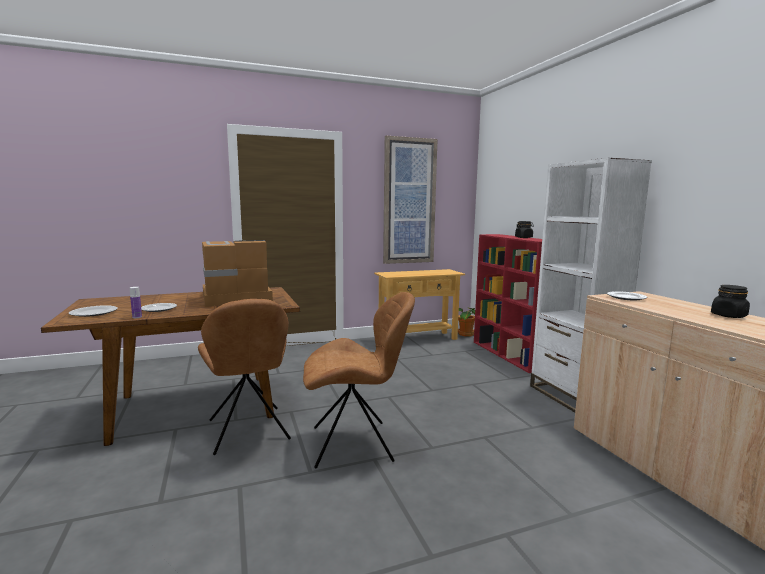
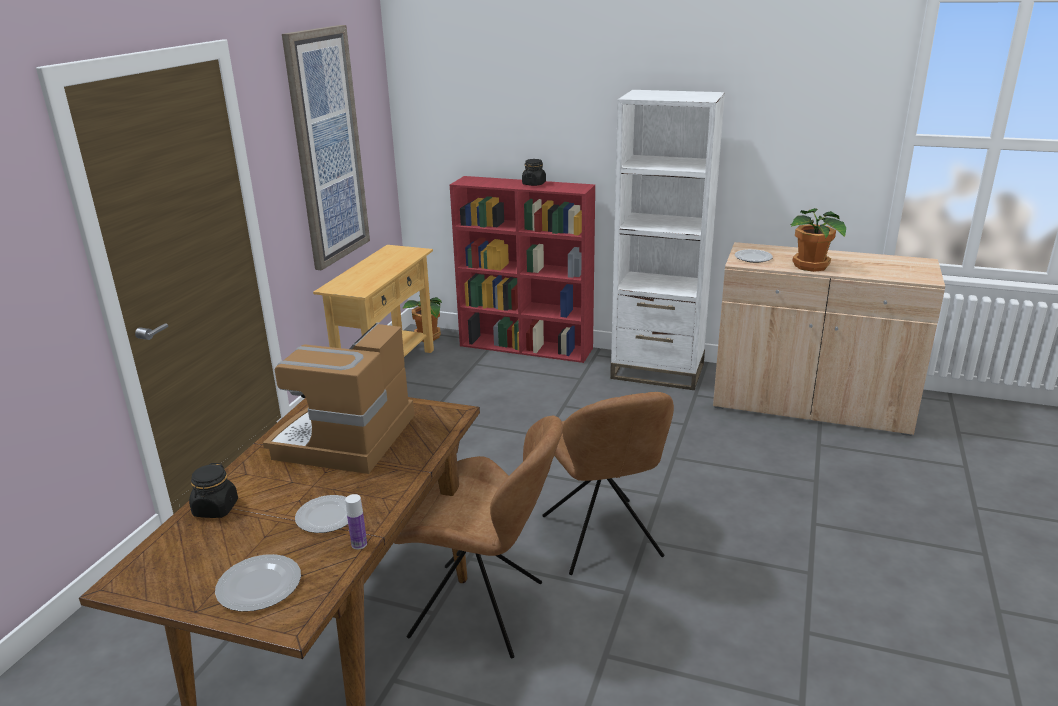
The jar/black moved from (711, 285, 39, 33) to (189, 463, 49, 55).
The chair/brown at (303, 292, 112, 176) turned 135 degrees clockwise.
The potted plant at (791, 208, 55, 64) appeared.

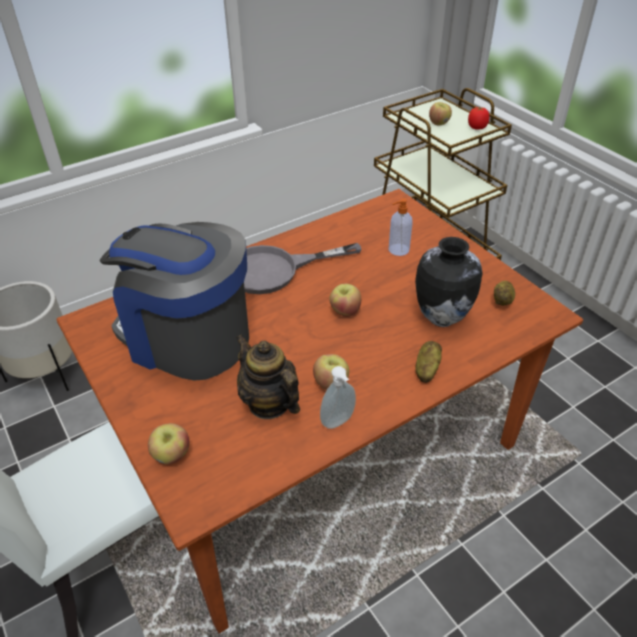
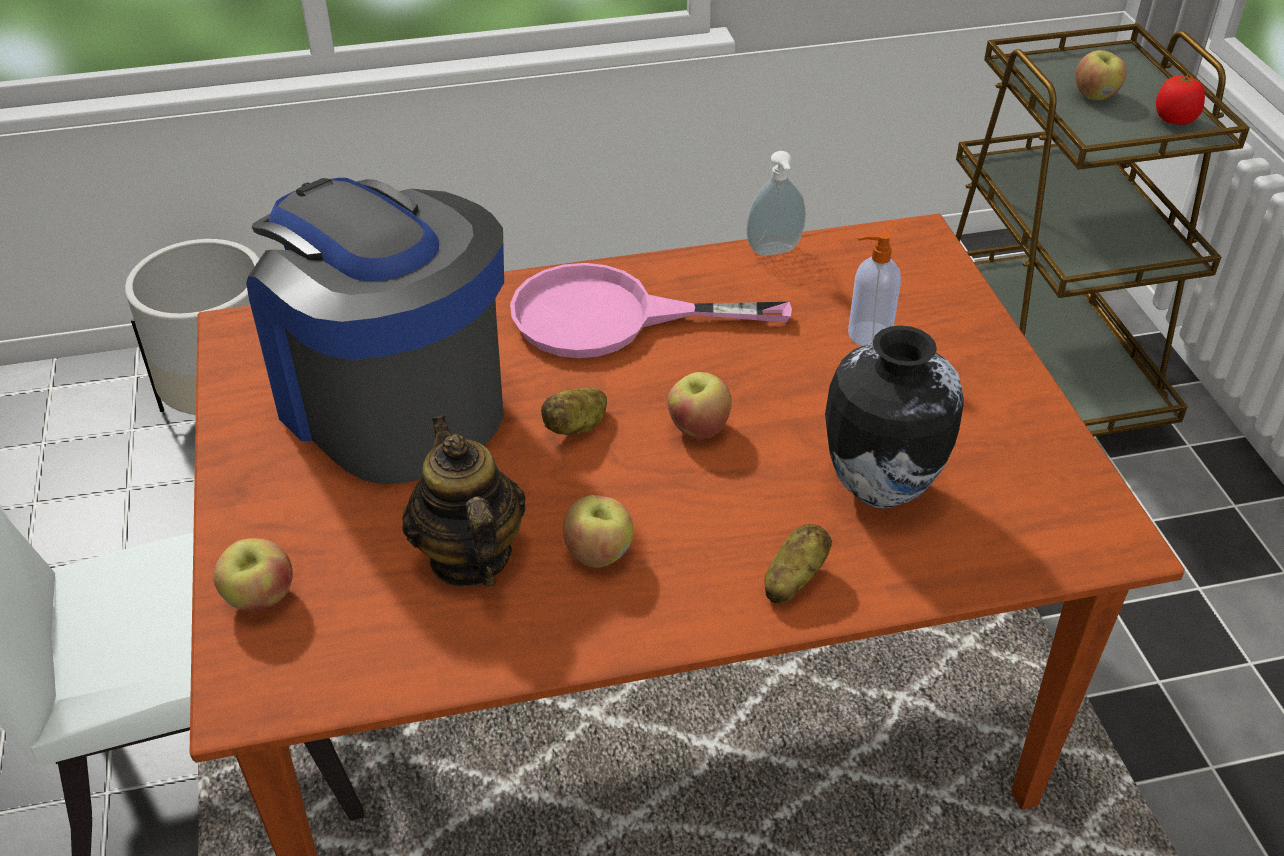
The frying pan/grey at (244, 243, 118, 51) became the frying pan/pink at (510, 263, 282, 95).
The potato moved from (494, 281, 21, 25) to (541, 388, 66, 47).
The soap dispenser moved from (320, 366, 36, 63) to (746, 151, 60, 104).

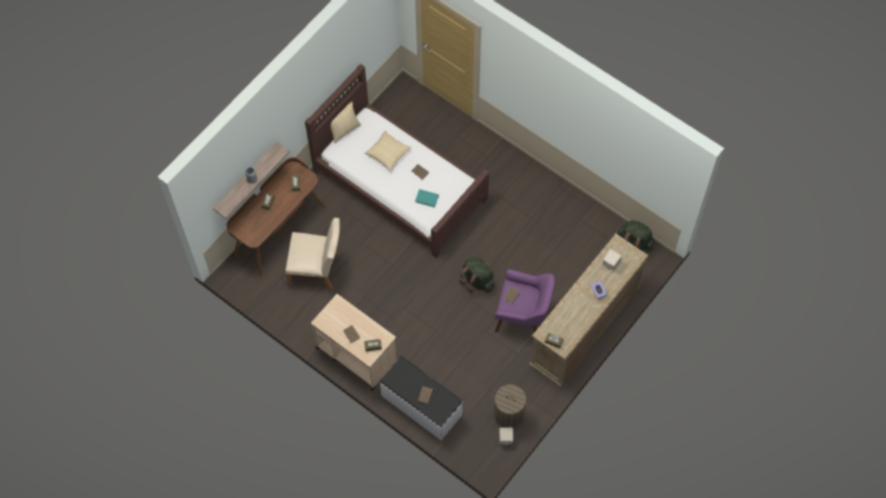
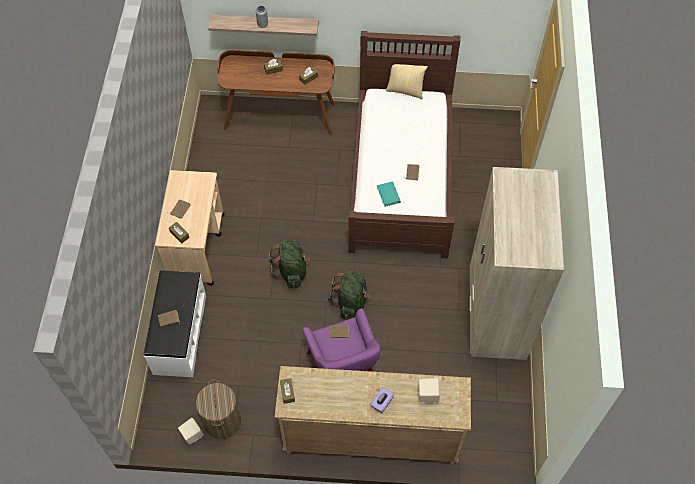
The backpack/green moved from (618, 220, 37, 32) to (269, 240, 41, 48).
The wardrobe/beige at (469, 167, 95, 193) appeared.
The chair/beige at (286, 218, 54, 72) disappeared.
The pillow at (365, 131, 46, 40) disappeared.

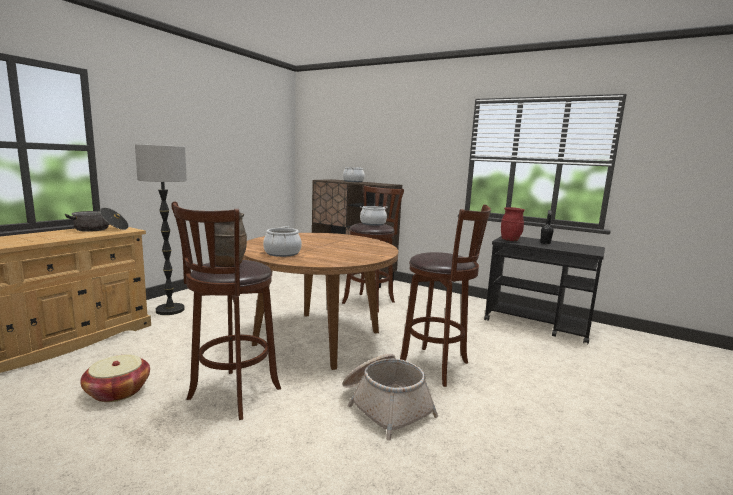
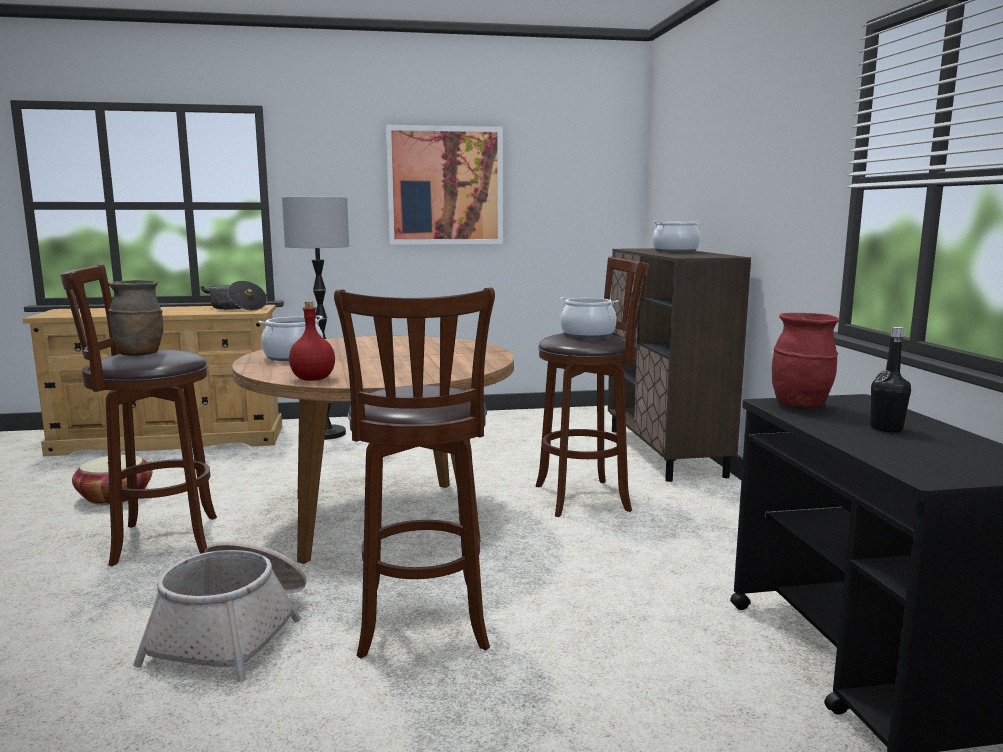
The bottle/red at (289, 301, 46, 80) appeared.
The picture at (386, 125, 117, 120) appeared.

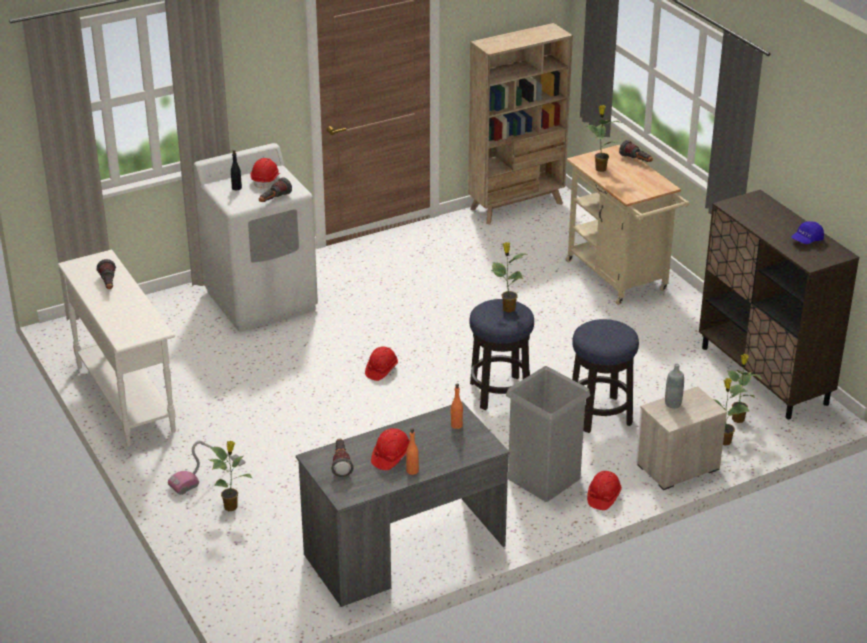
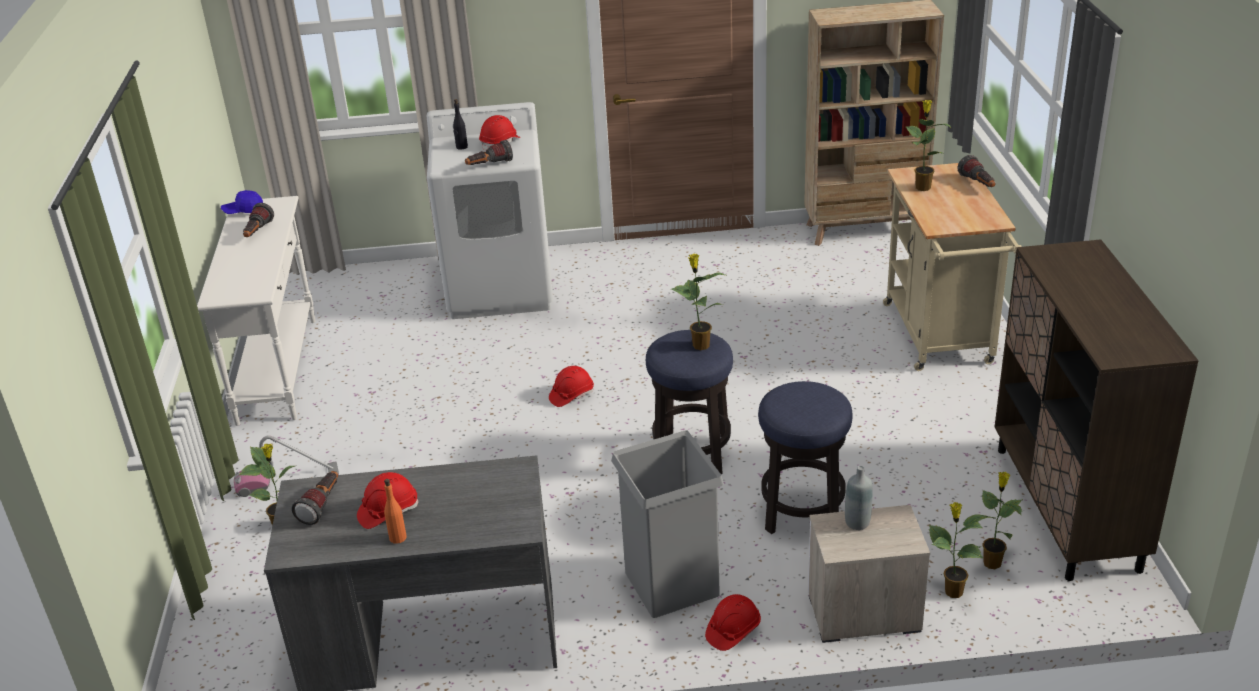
The cap/blue moved from (791, 221, 33, 23) to (221, 190, 42, 24).
The bottle/orange at (451, 383, 12, 46) disappeared.

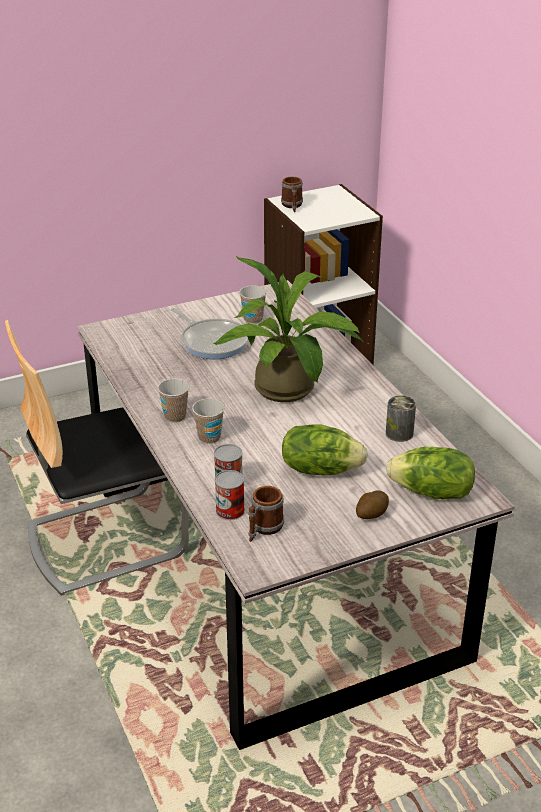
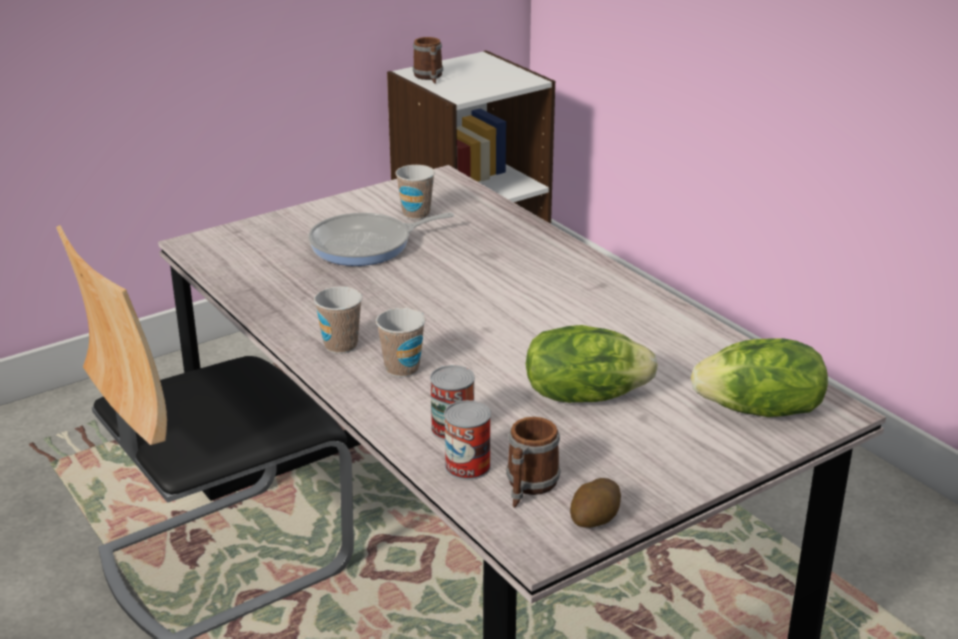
The frying pan at (171, 308, 77, 51) turned 120 degrees clockwise.
The potato moved from (356, 490, 33, 29) to (570, 478, 51, 50).
The potted plant at (213, 256, 150, 146) disappeared.
The can at (386, 396, 30, 46) disappeared.

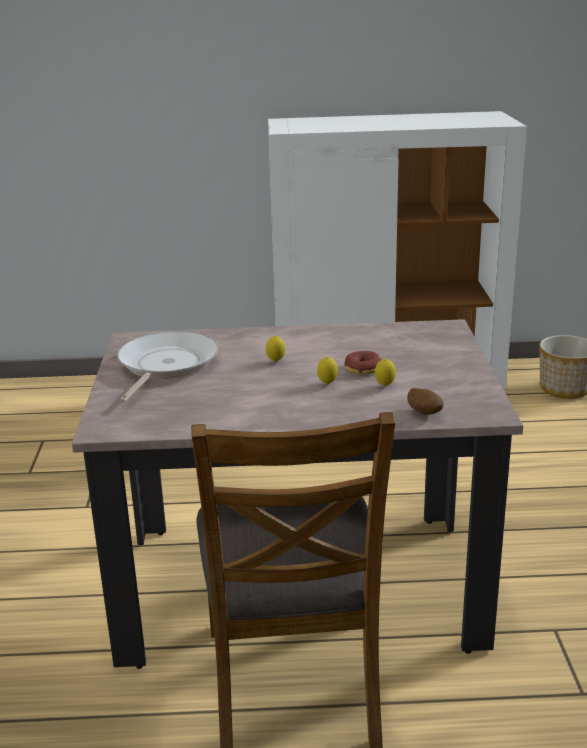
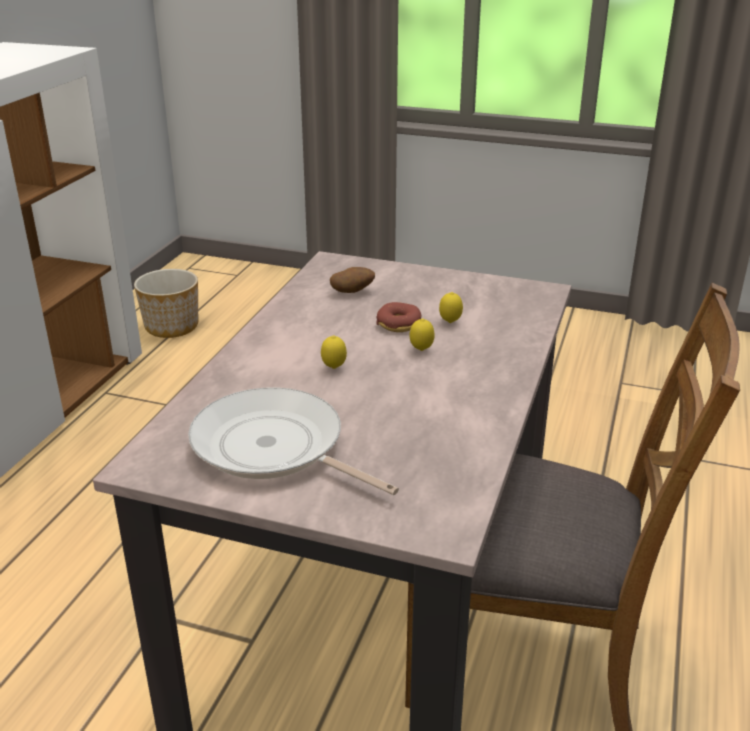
The potato moved from (407, 388, 37, 27) to (330, 267, 45, 26).

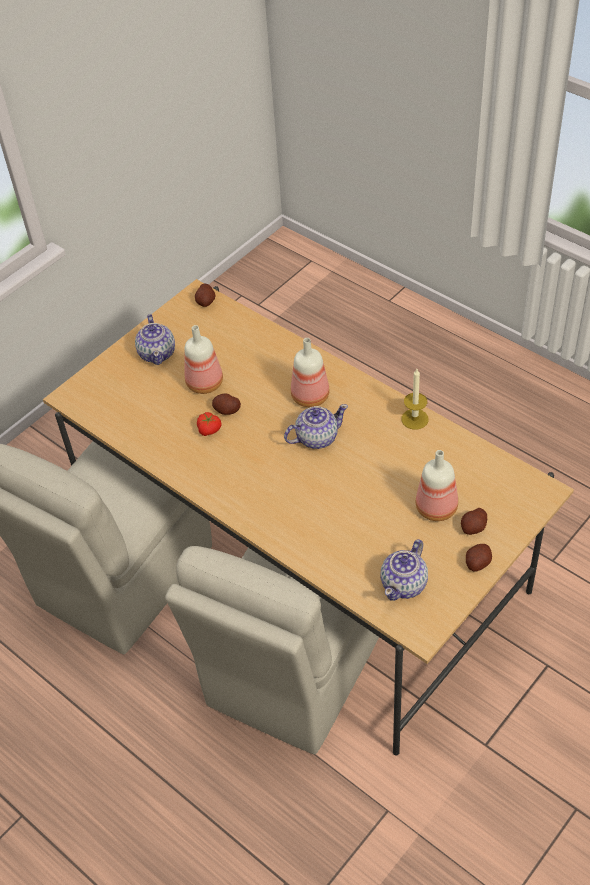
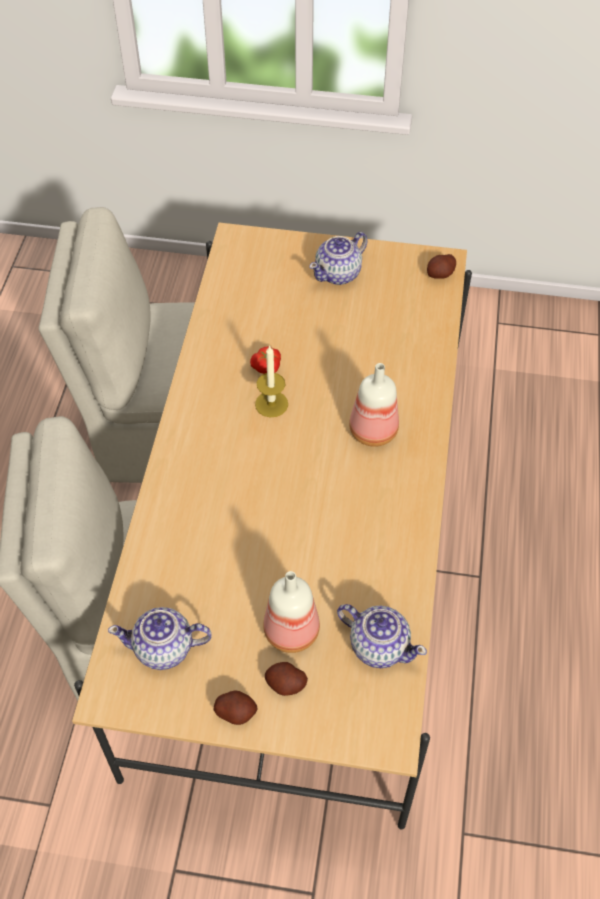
The candle moved from (401, 369, 28, 60) to (255, 345, 33, 72).
The teapot moved from (284, 404, 64, 45) to (337, 604, 90, 64).
The bottle at (184, 325, 39, 69) disappeared.
The potato at (212, 393, 29, 22) disappeared.

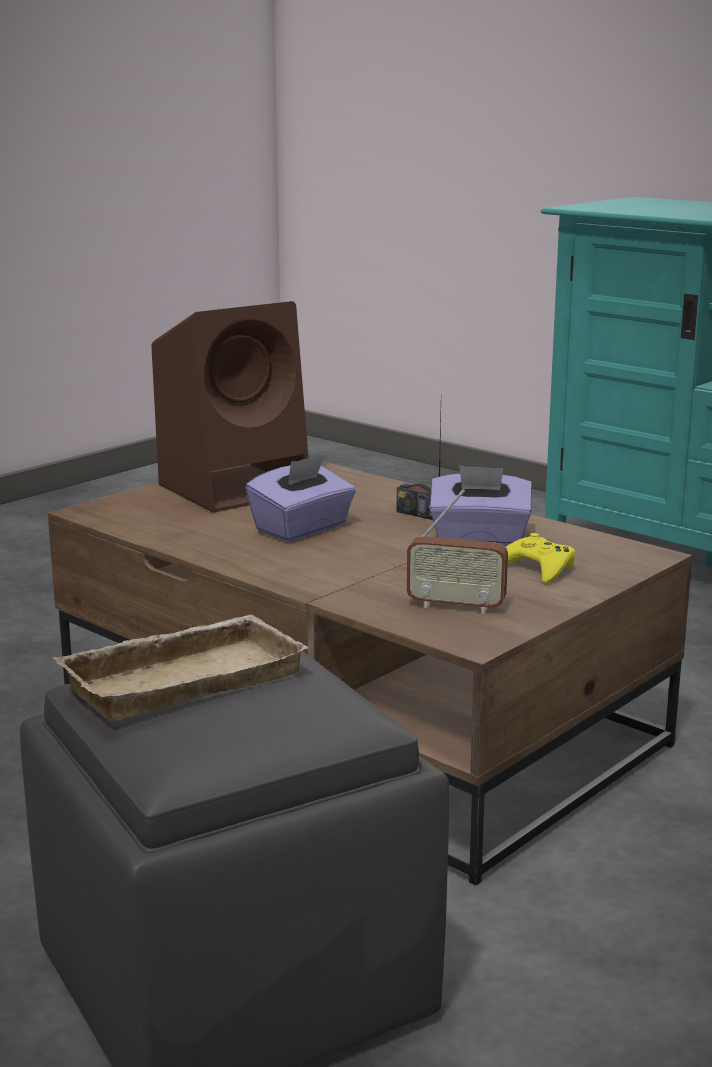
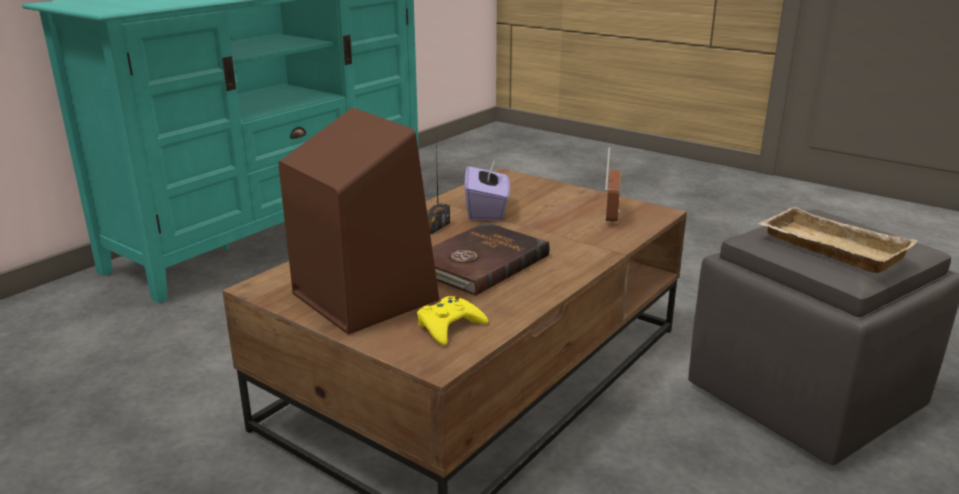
The game controller/yellow moved from (506, 533, 69, 51) to (417, 296, 71, 50).
The tissue box/purple at (245, 454, 111, 88) was replaced by the book/brown at (432, 222, 118, 74).

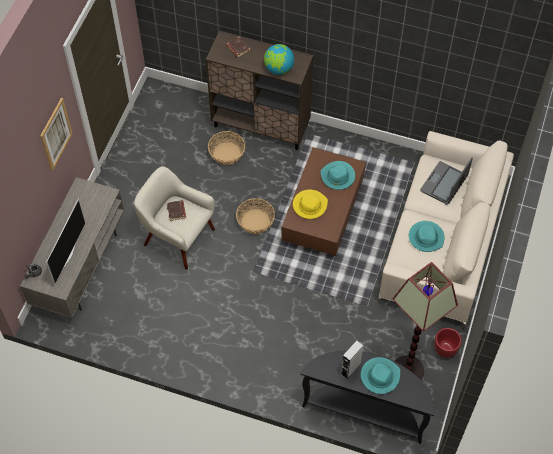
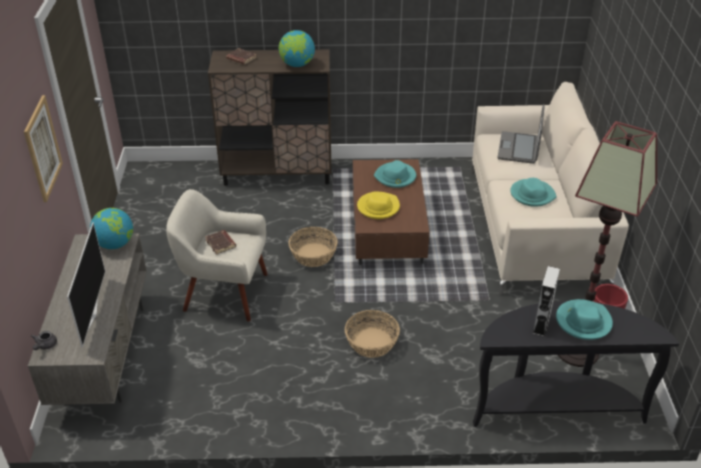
The globe at (90, 208, 43, 41) appeared.
The basket moved from (208, 131, 37, 34) to (345, 310, 55, 48).

